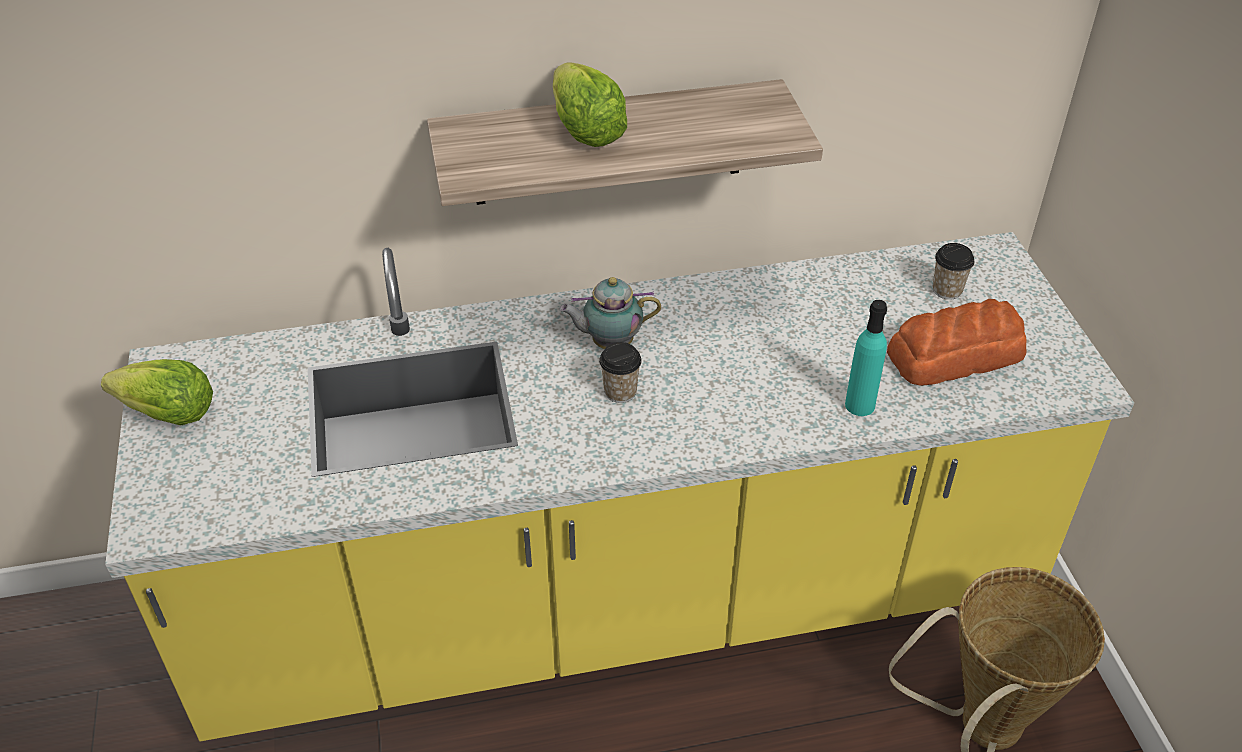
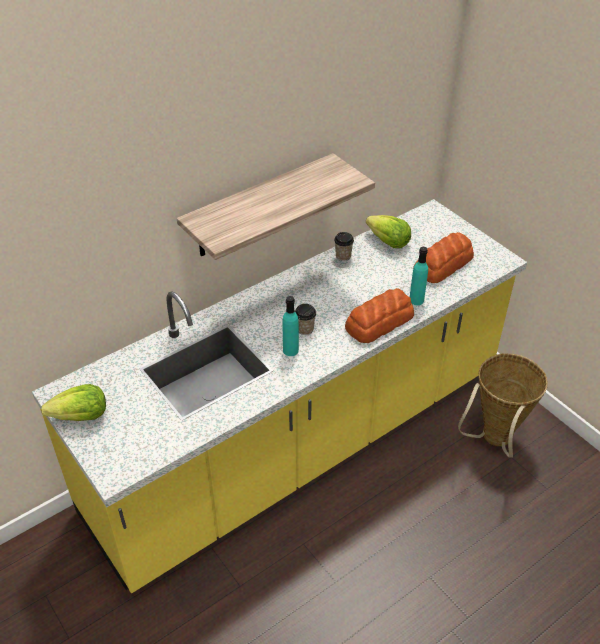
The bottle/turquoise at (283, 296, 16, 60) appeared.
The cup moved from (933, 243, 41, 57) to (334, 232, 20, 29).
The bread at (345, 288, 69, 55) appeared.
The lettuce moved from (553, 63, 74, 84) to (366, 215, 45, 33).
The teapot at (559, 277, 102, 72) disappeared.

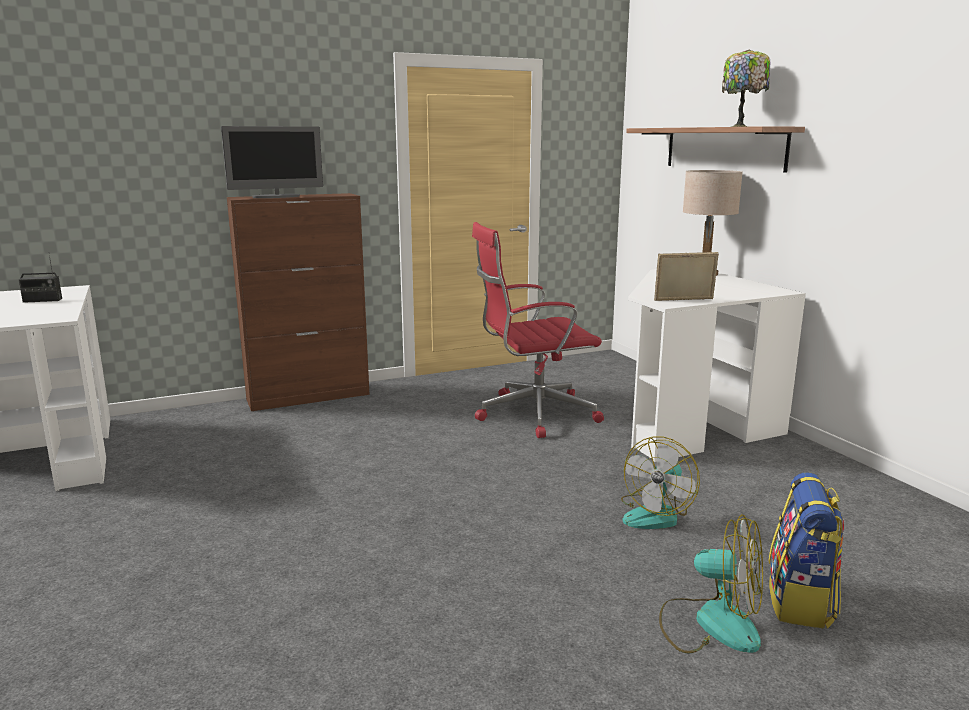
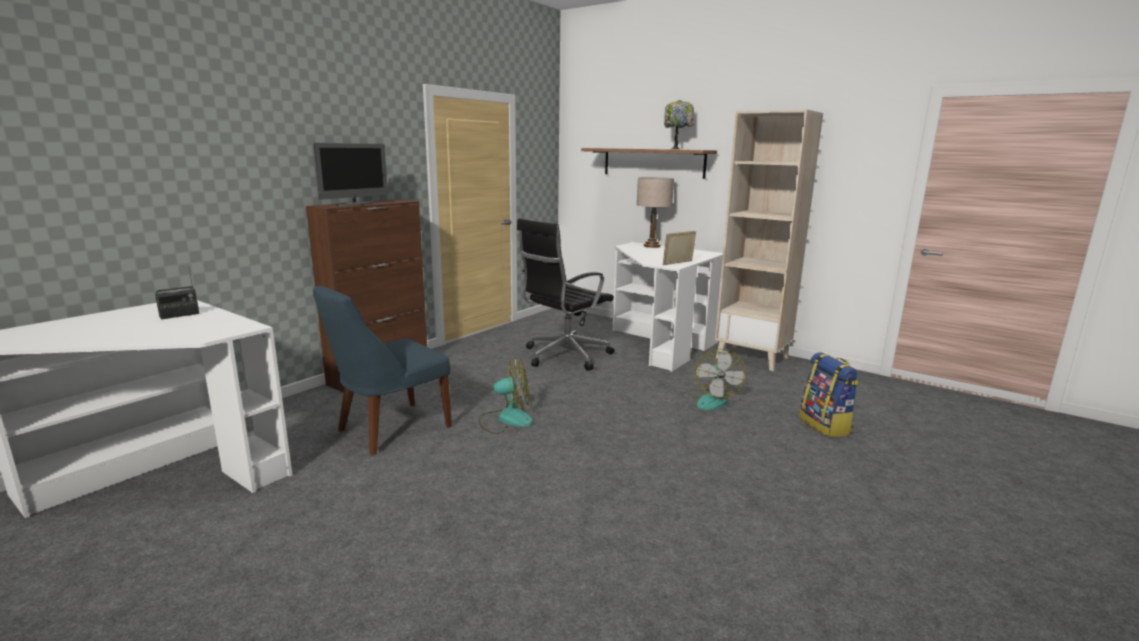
The chair/blue at (313, 285, 139, 170) appeared.
The fan moved from (659, 514, 104, 140) to (479, 357, 54, 77).
The office chair/red at (472, 222, 132, 216) became the office chair/black at (517, 219, 98, 152).
The bookcase/beige at (715, 109, 108, 262) appeared.

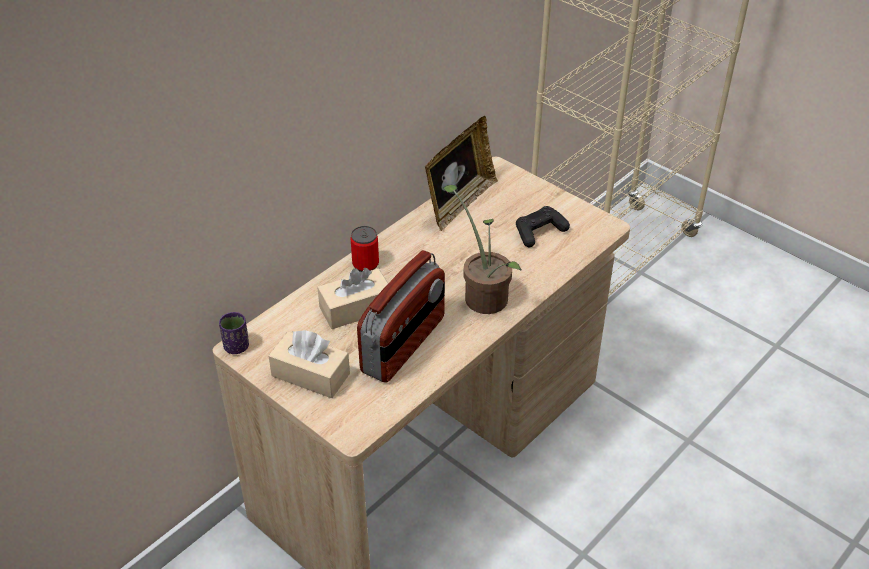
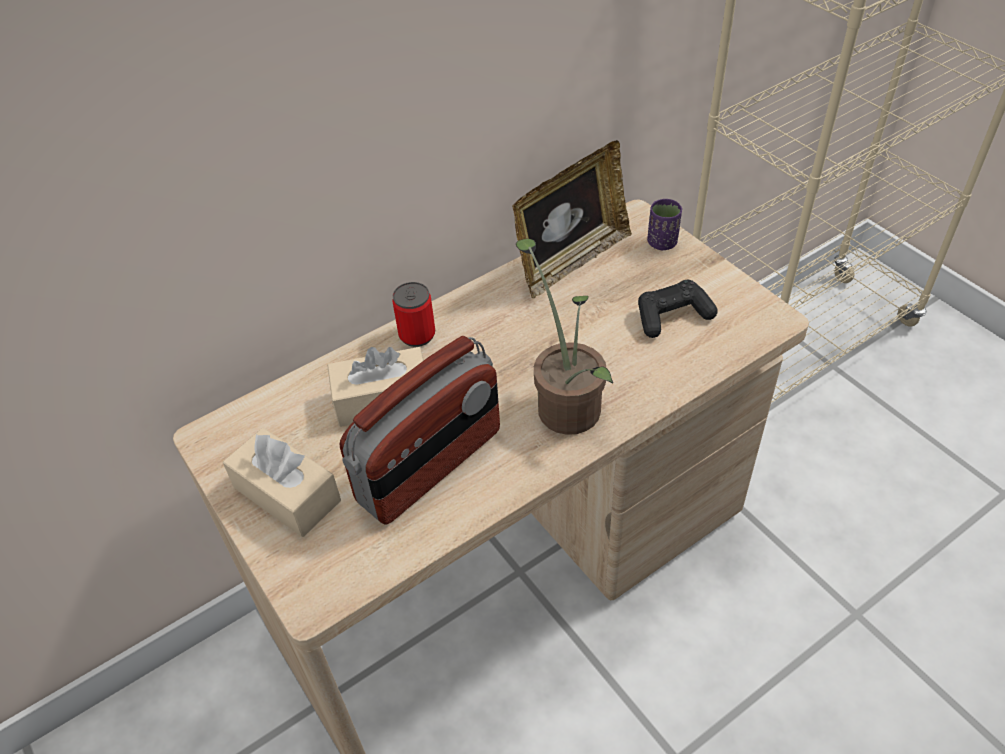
The cup/purple moved from (219, 312, 30, 42) to (647, 199, 35, 51).

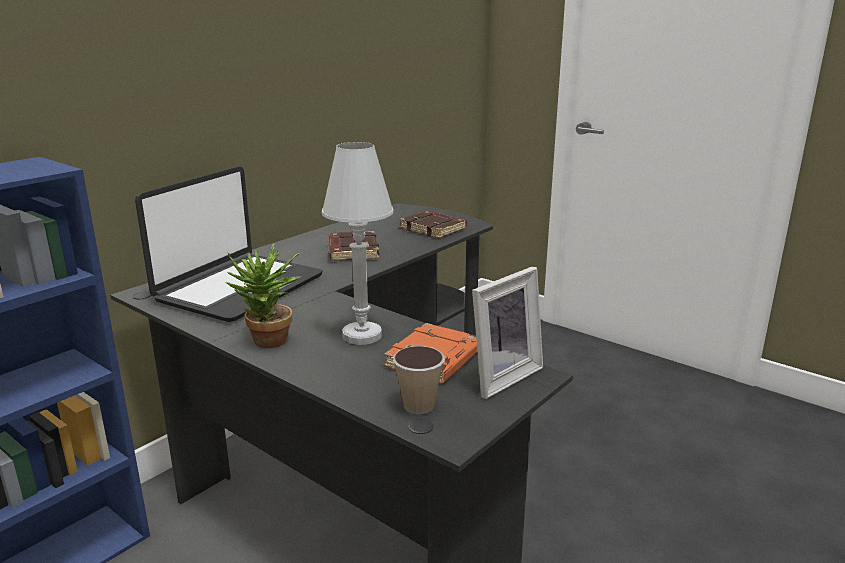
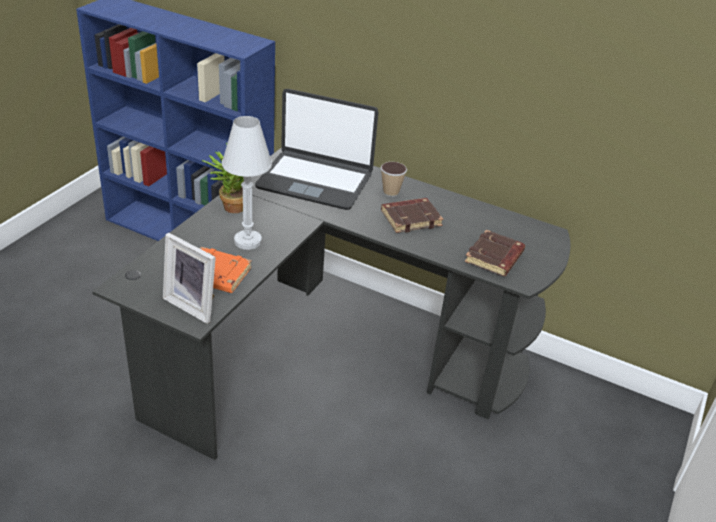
The cup moved from (393, 346, 52, 68) to (381, 162, 26, 35).

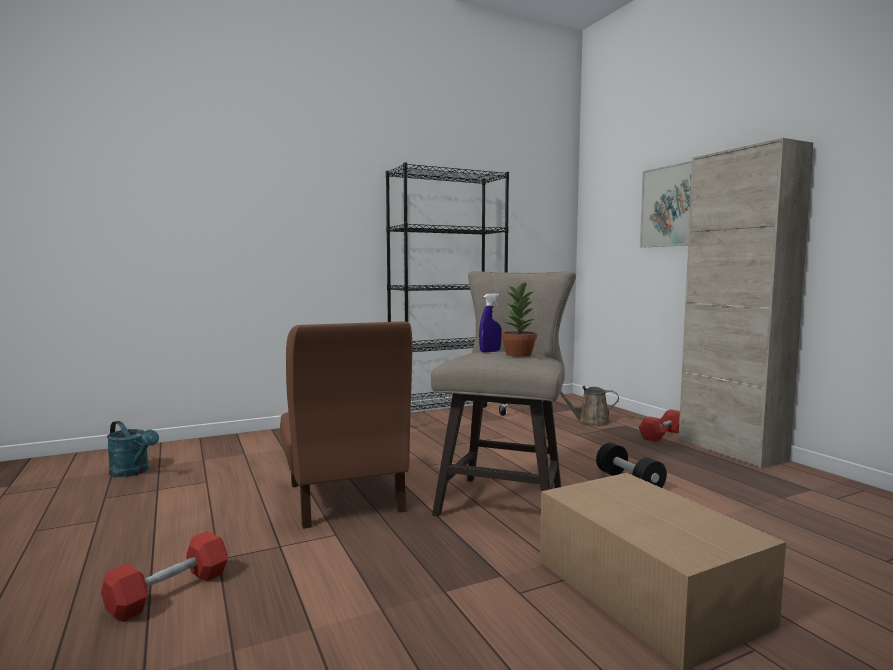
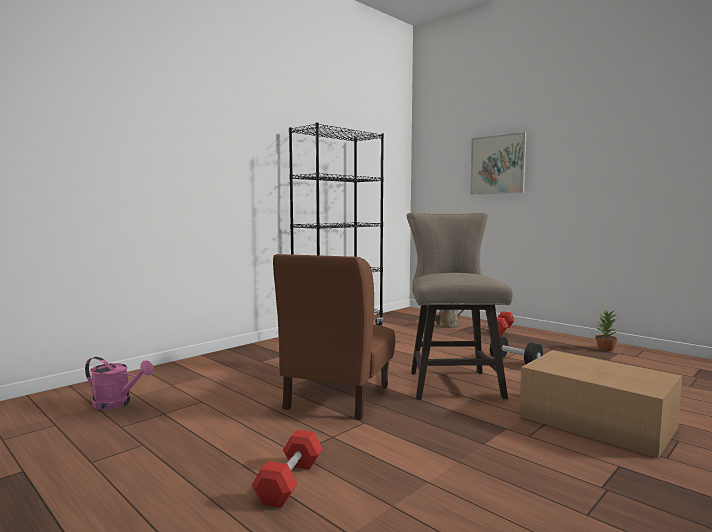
The watering can/turquoise at (107, 421, 52, 56) became the watering can/pink at (85, 357, 69, 53).
The chair/brown at (280, 321, 133, 208) turned 60 degrees clockwise.
The potted plant moved from (501, 282, 36, 75) to (595, 309, 23, 42).
The spray bottle/blue at (479, 293, 23, 60) disappeared.
The cabinet/beige at (678, 138, 135, 331) disappeared.

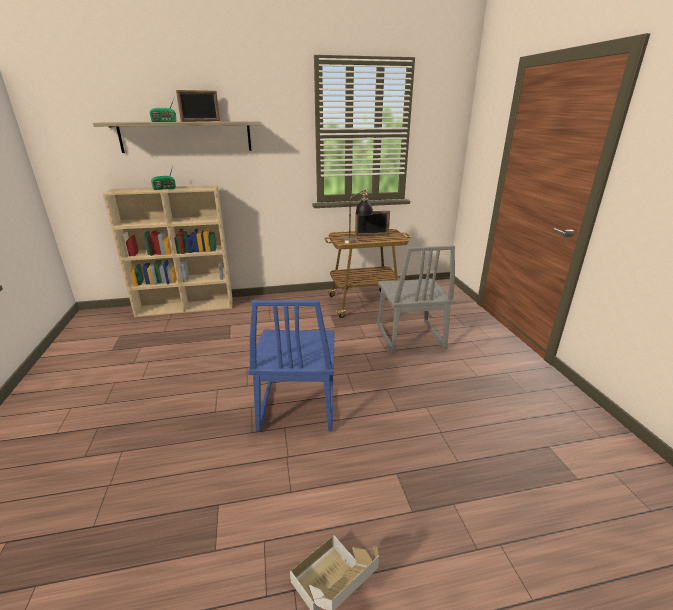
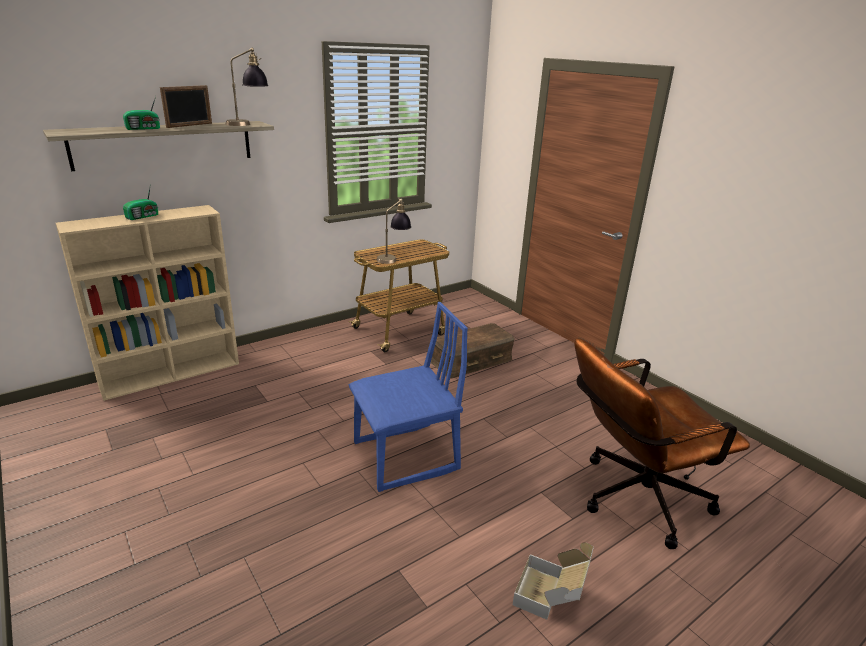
The table lamp at (226, 48, 42, 78) appeared.
The chair/blue at (248, 300, 87, 132) turned 90 degrees counterclockwise.
The chair/grey at (378, 245, 77, 109) was replaced by the storage box/brown at (431, 323, 84, 55).
The office chair/brown at (574, 338, 176, 211) appeared.
The picture frame at (355, 211, 35, 25) disappeared.

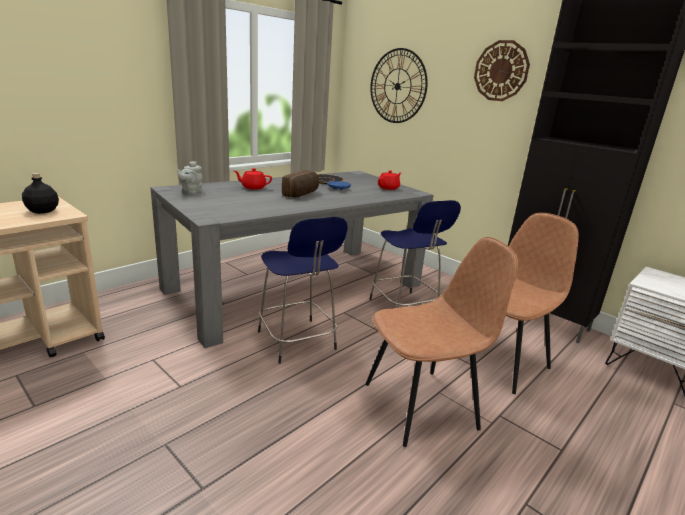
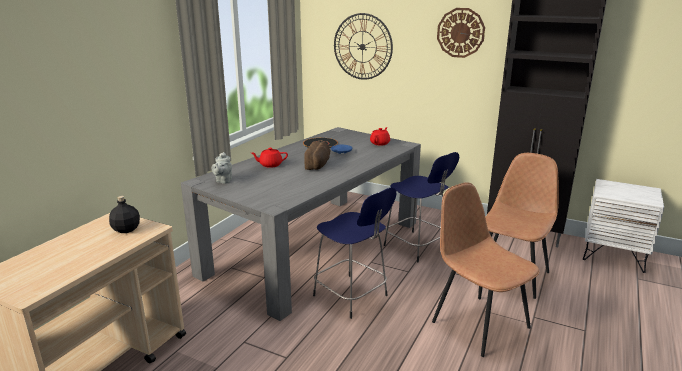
The chair/brown at (366, 237, 152, 210) turned 90 degrees counterclockwise.

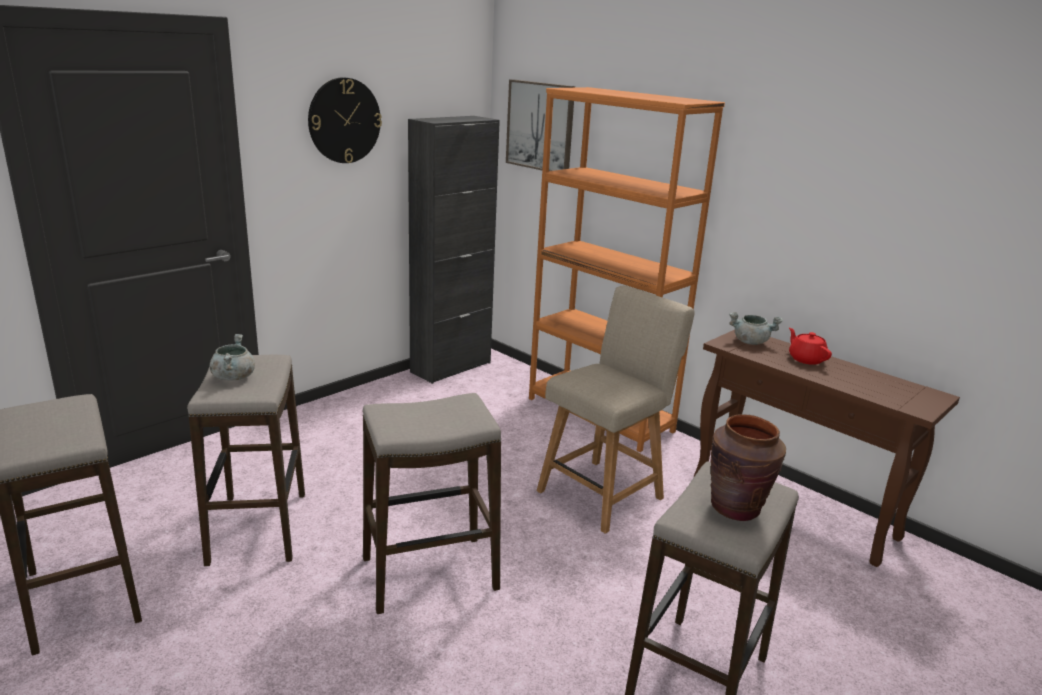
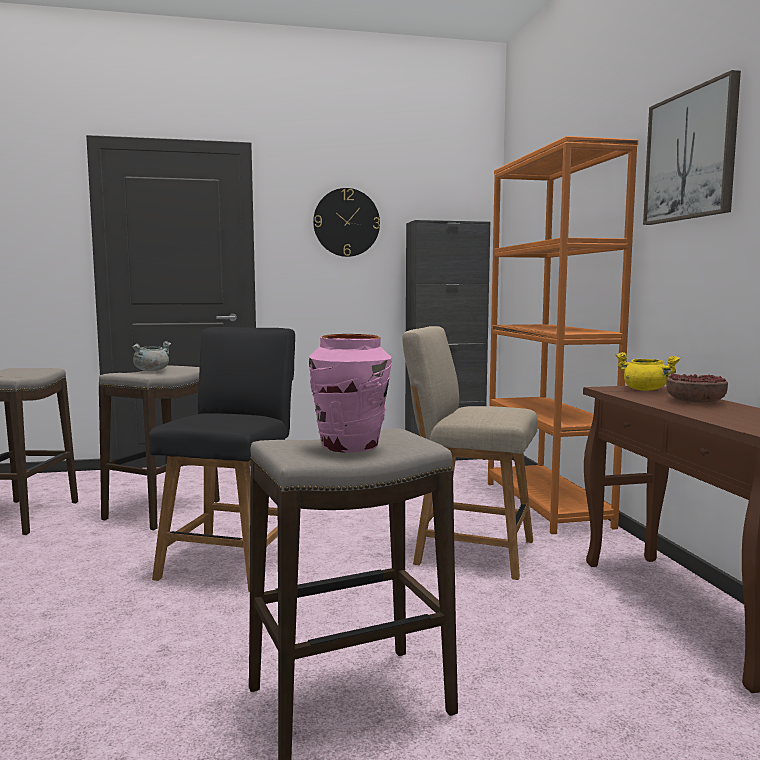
The stool at (363, 393, 138, 221) was replaced by the chair/black at (149, 327, 146, 265).
The vase/brown at (710, 414, 76, 107) became the vase/pink at (309, 334, 83, 119).
The chair/beige at (537, 285, 157, 249) turned 150 degrees counterclockwise.
The cooking pot/grey at (729, 312, 54, 33) became the cooking pot/yellow at (616, 352, 64, 39).
The picture moved from (506, 79, 69, 92) to (643, 70, 98, 155).
The teapot/red at (789, 328, 43, 37) was replaced by the bowl at (666, 373, 62, 29).

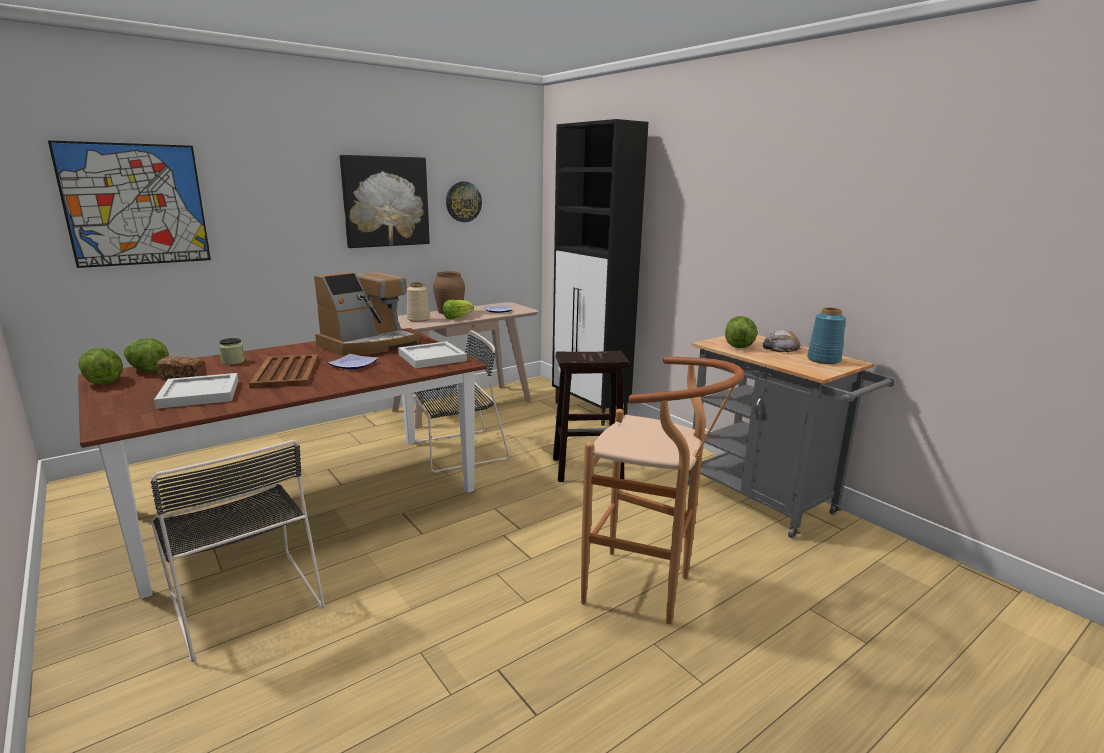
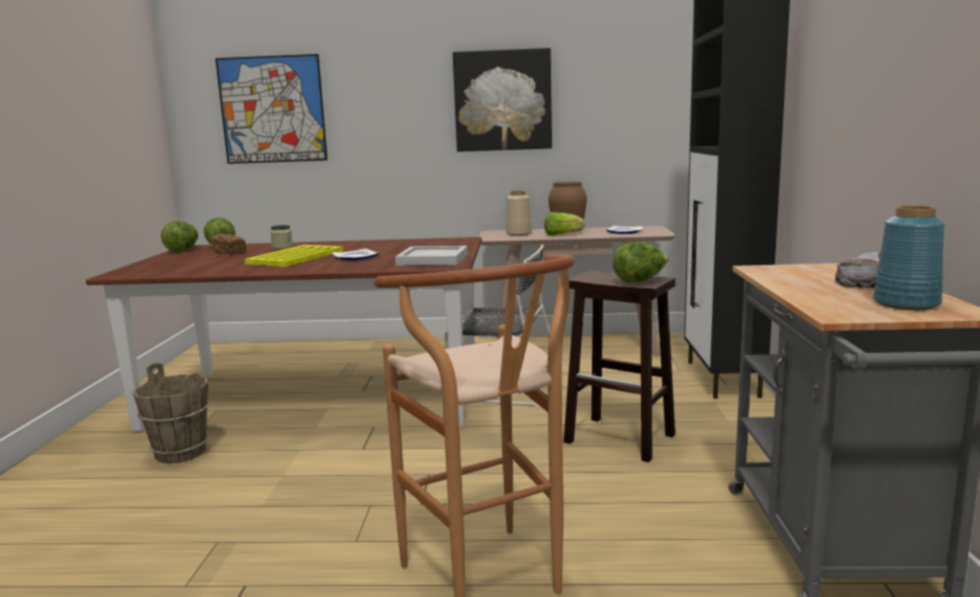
The chair/black at (150, 440, 175, 222) was replaced by the bucket/brown at (132, 363, 78, 101).
The tray/brown at (249, 354, 70, 34) became the tray/yellow at (244, 245, 99, 22).
The lettuce moved from (725, 316, 32, 32) to (612, 241, 57, 42).
The tray/white at (154, 373, 84, 36) disappeared.
The coffee machine at (314, 271, 107, 85) disappeared.
The wall clock at (446, 182, 36, 40) disappeared.

